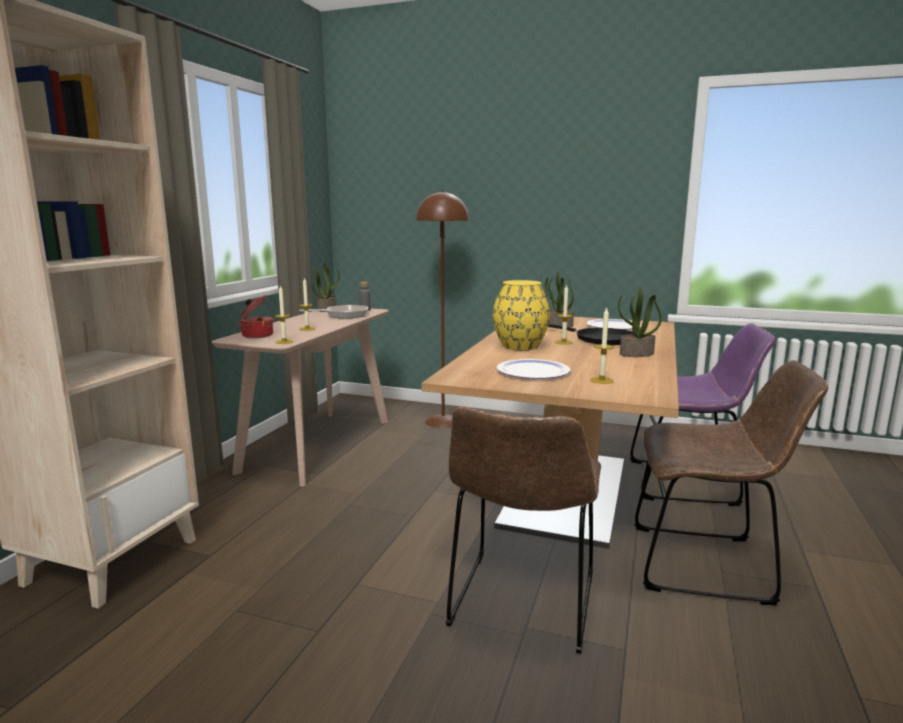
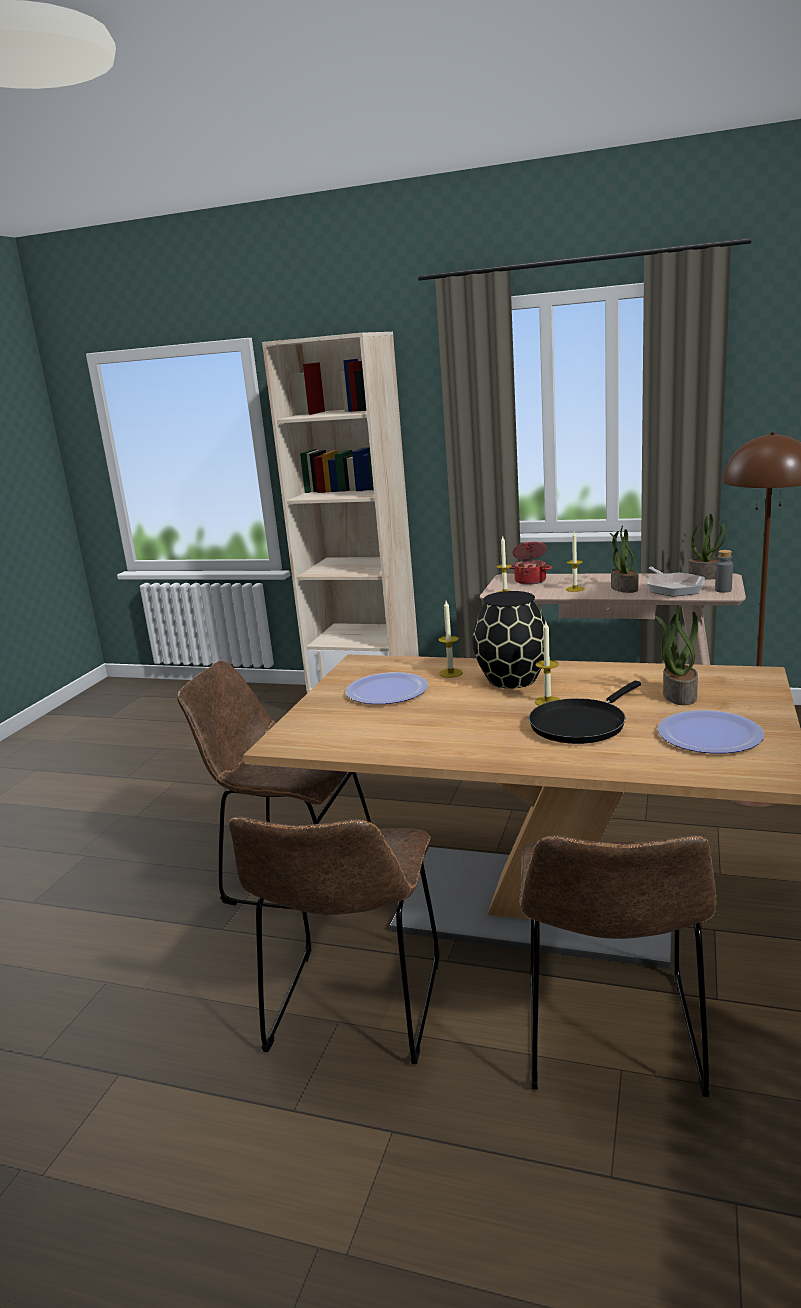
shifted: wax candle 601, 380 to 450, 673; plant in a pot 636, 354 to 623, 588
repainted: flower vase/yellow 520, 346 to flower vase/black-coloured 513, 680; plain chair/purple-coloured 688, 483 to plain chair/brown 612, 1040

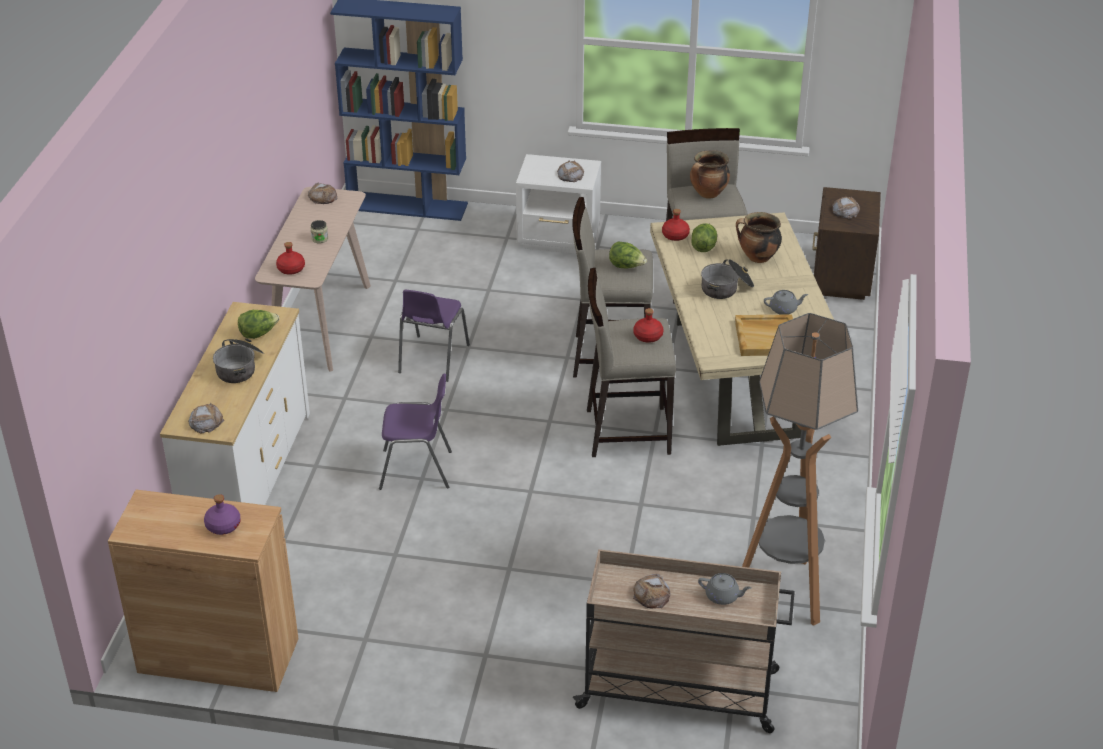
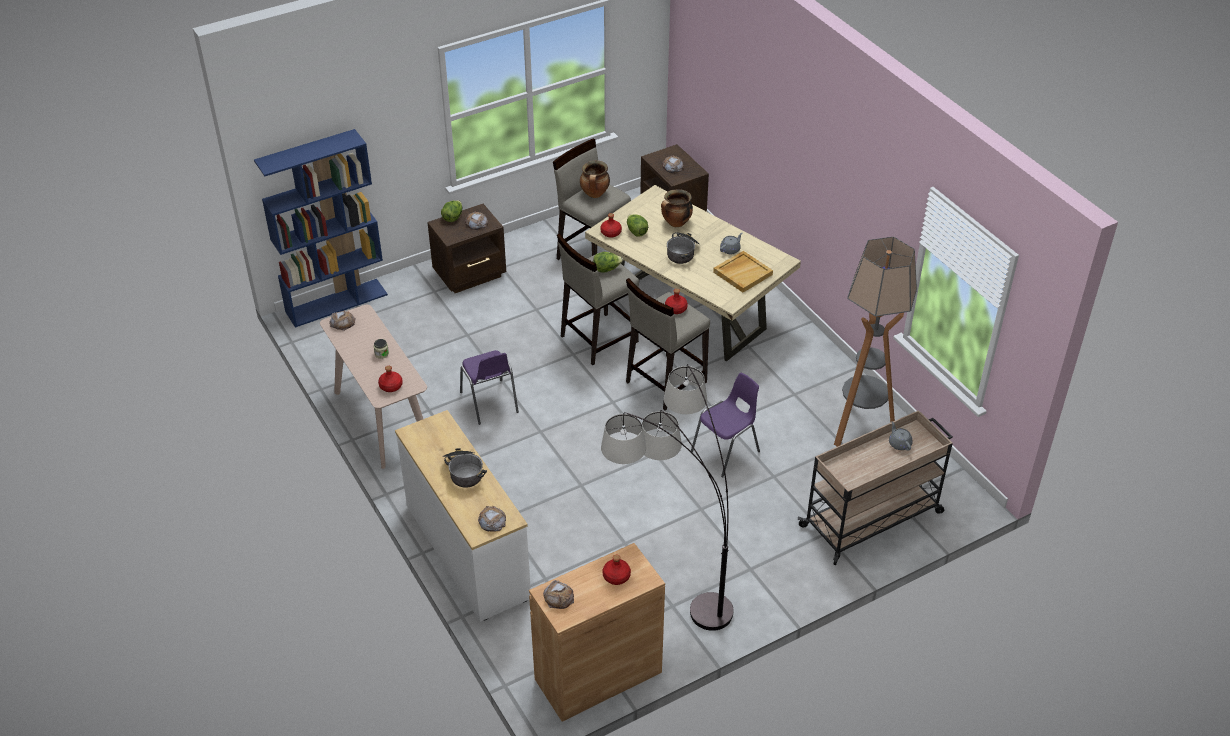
new: standard lamp 670, 584
shifted: head of lettuce 258, 334 to 453, 217; plain chair/purple-coloured 416, 470 to 726, 452; baked bread 652, 595 to 559, 597
repainted: drink bottle/purple-coloured 223, 525 to drink bottle/red 616, 576; nightstand/white 559, 239 to nightstand/brown 471, 275
rotated: teapot/gray 723, 596 = 899, 443 90 degrees counterclockwise

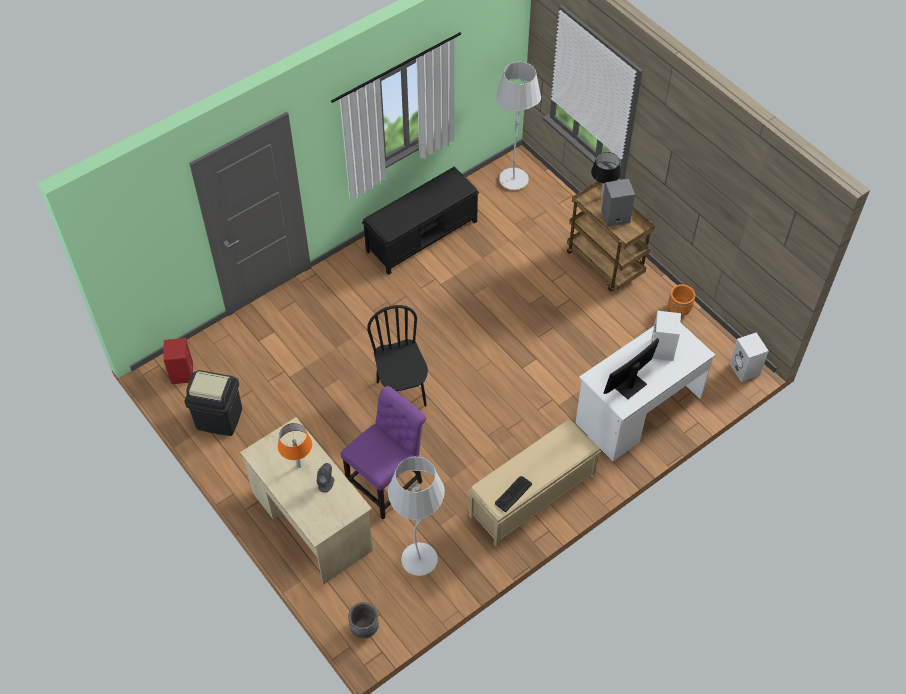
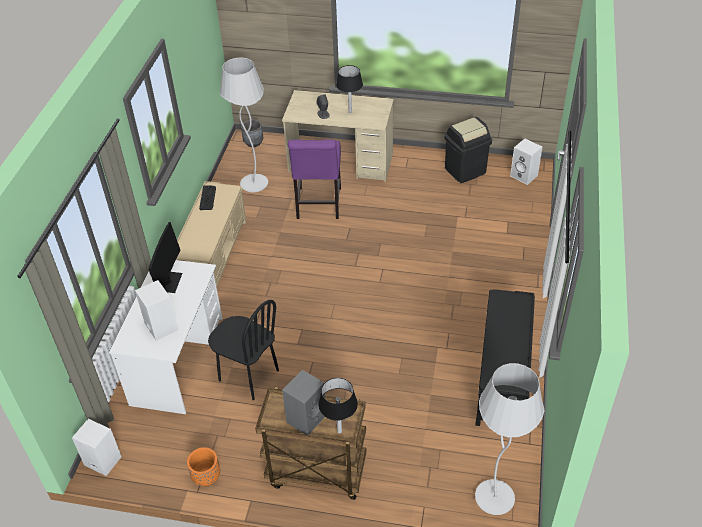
shifted: plain chair/black-coloured 402, 393 to 248, 376
repainted: loudspeaker/red 181, 372 to loudspeaker/white 524, 176; table lamp/orange-coloured 299, 466 to table lamp/black-coloured 350, 112

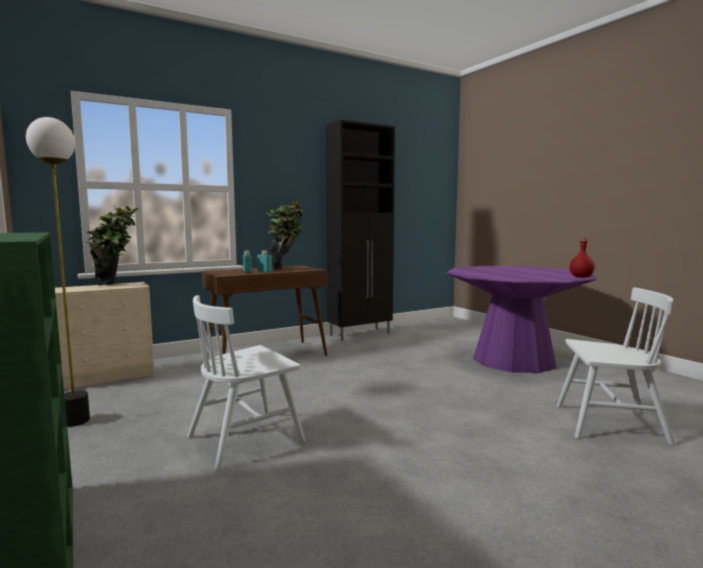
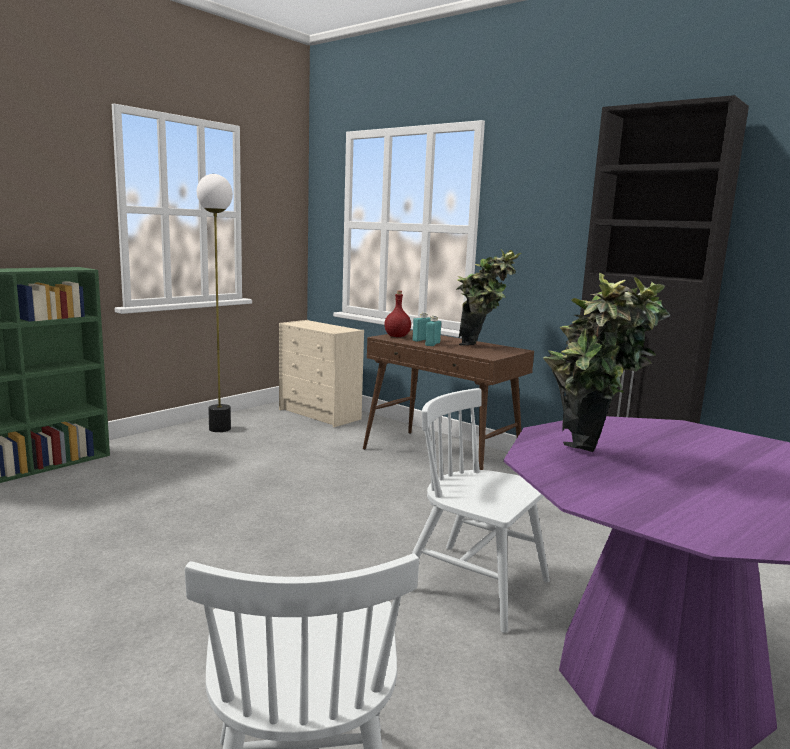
shifted: plant in a pot 116, 285 to 590, 460; plain chair/white 246, 439 to 475, 585; drink bottle/red 581, 277 to 397, 336

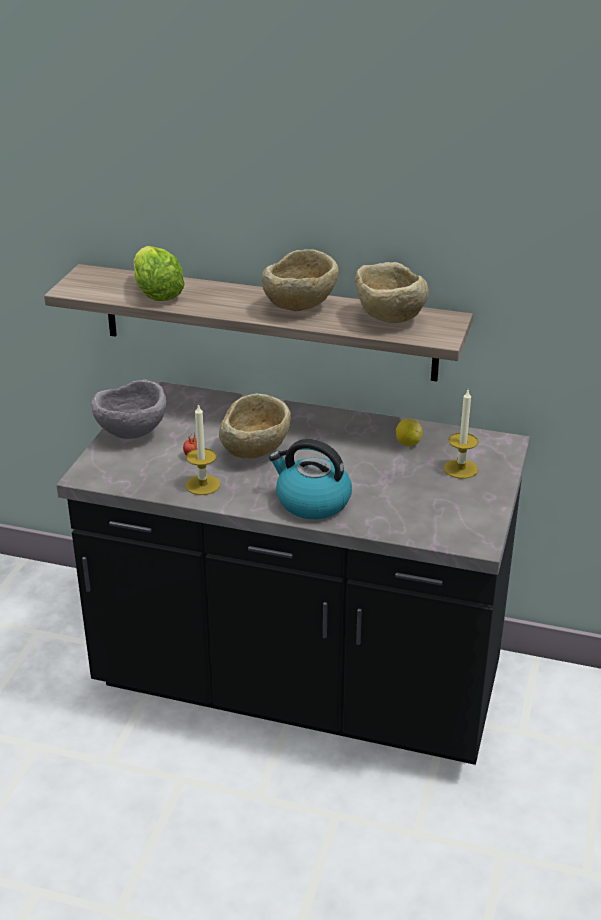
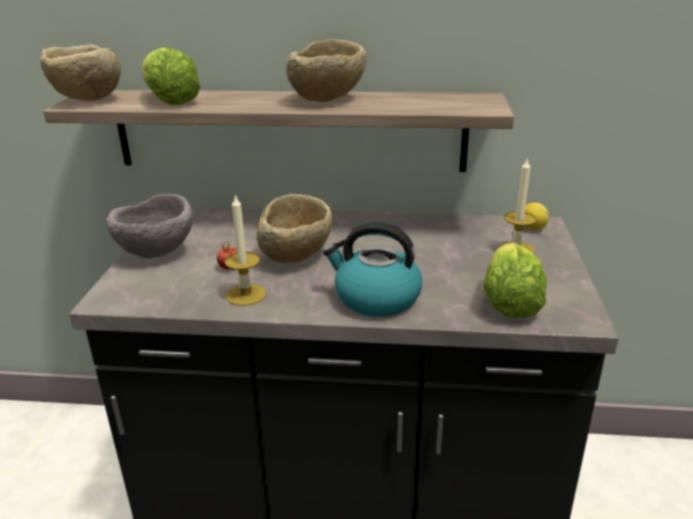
new: head of lettuce 510, 303
shifted: bowl/beige-coloured 388, 320 to 87, 101; whole lemon 408, 443 to 532, 228

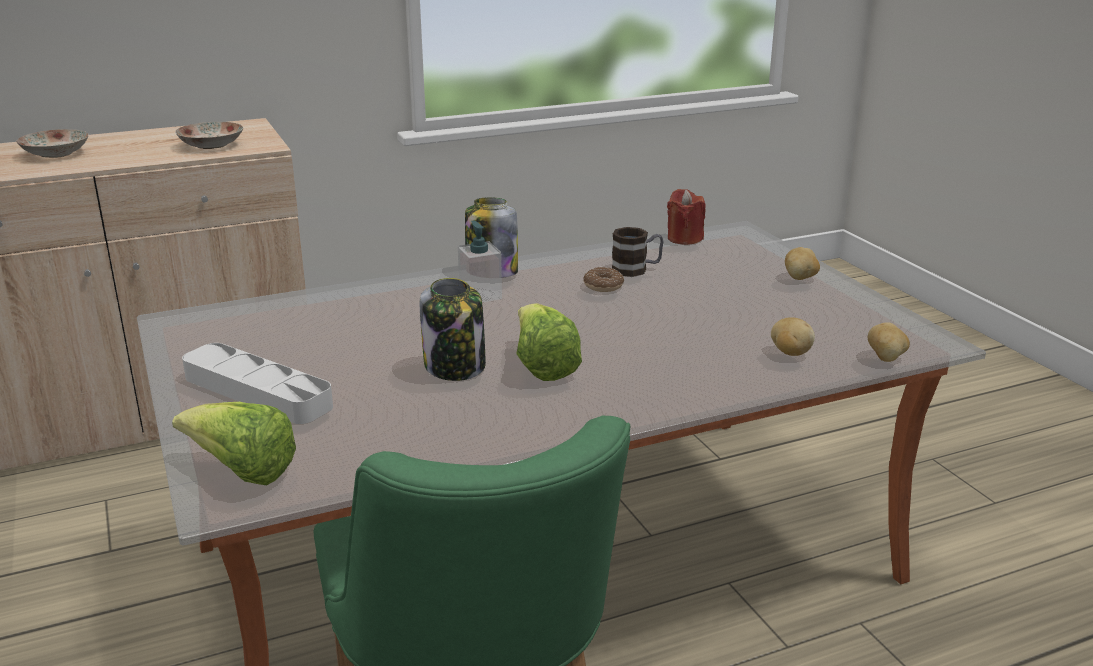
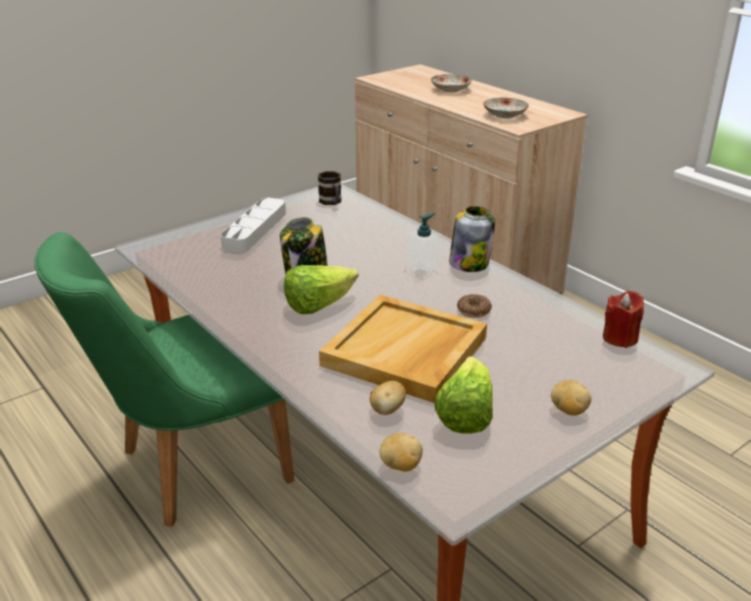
new: tray/beige-coloured 405, 352
shifted: head of lettuce 242, 471 to 465, 415; coffee mug 636, 269 to 332, 202

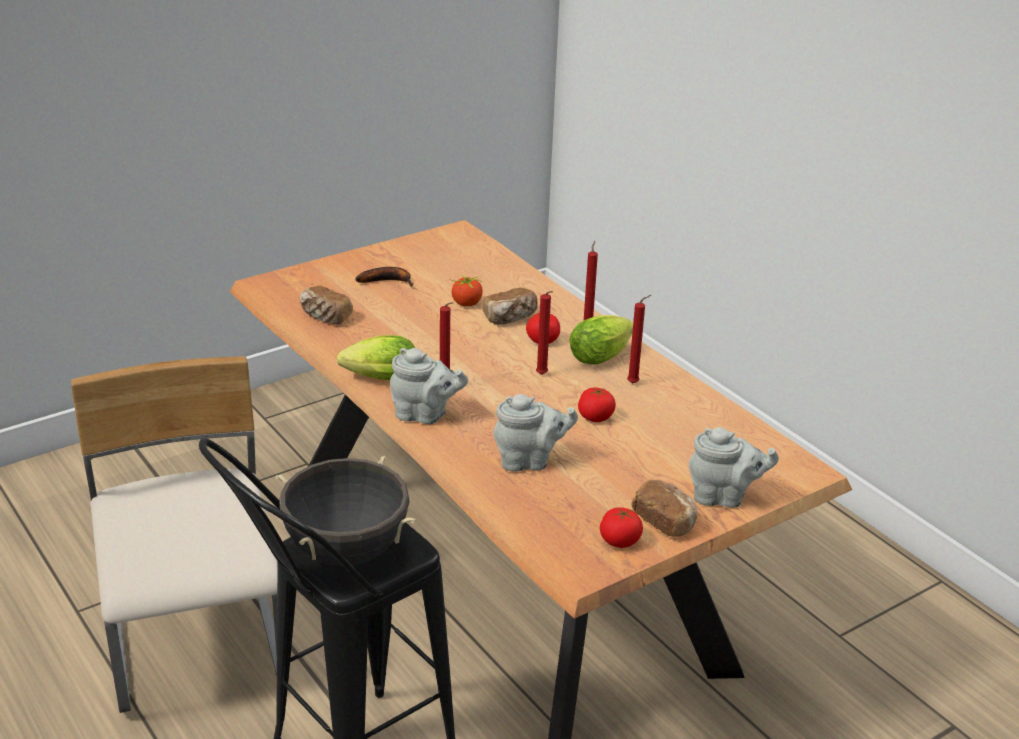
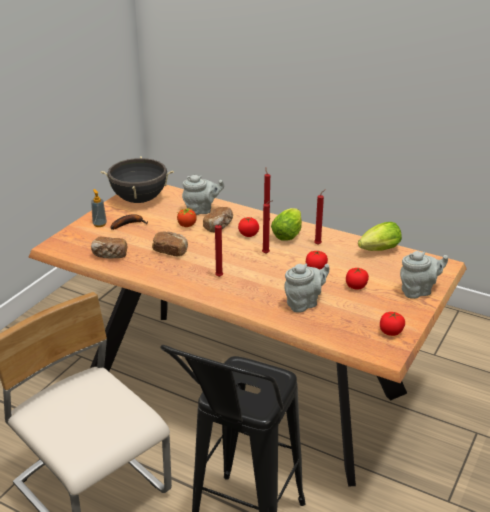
new: liquid soap bottle 99, 224; tomato 356, 286
shifted: stockpot/black-coloured 346, 551 to 139, 199; head of lettuce 377, 379 to 377, 251; teapot/gray 425, 415 to 201, 210; baked bread 664, 521 to 170, 251

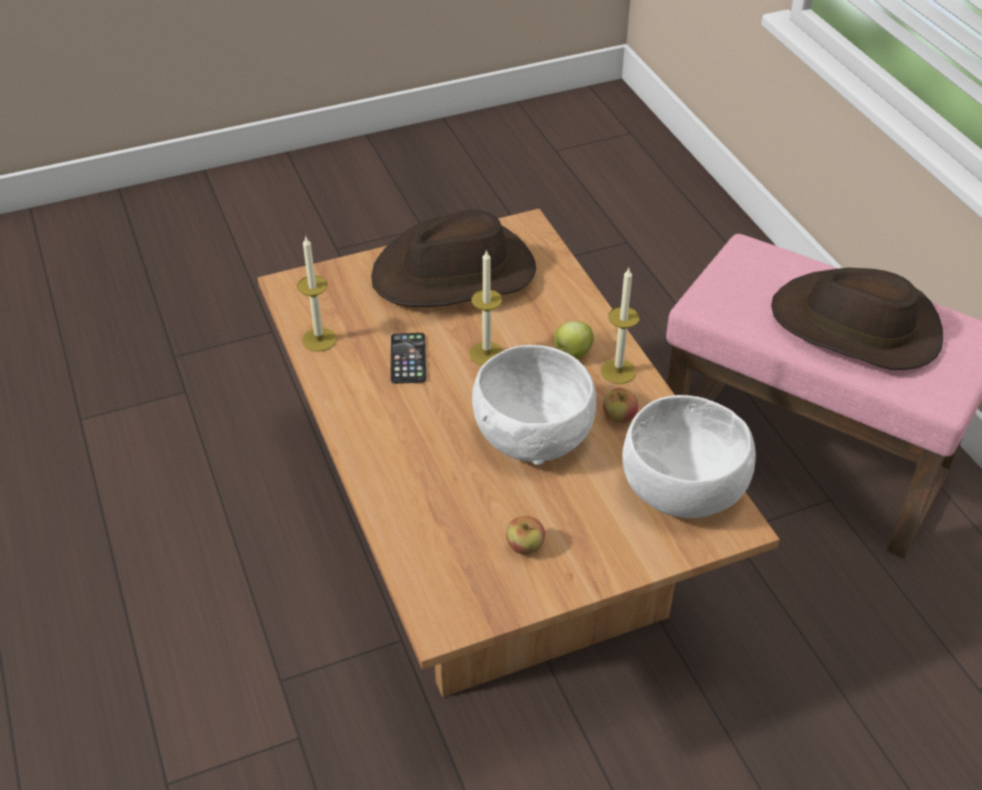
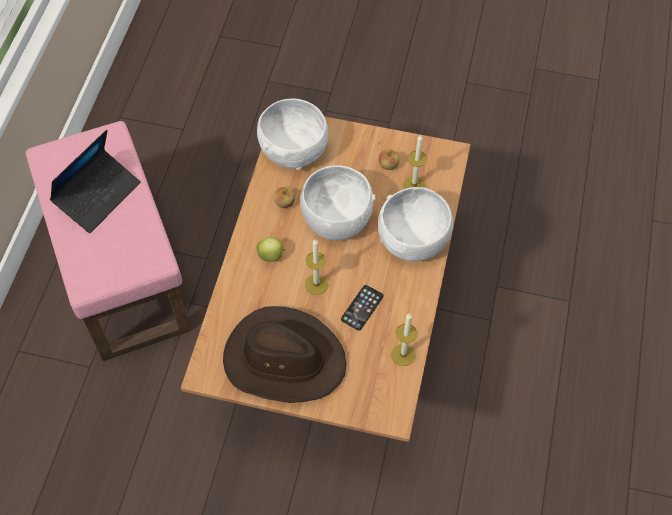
new: bowl/white 414, 239
shifted: wax candle 618, 371 to 414, 185
swapped: wearable hat/brown 856, 327 to laptop 98, 195

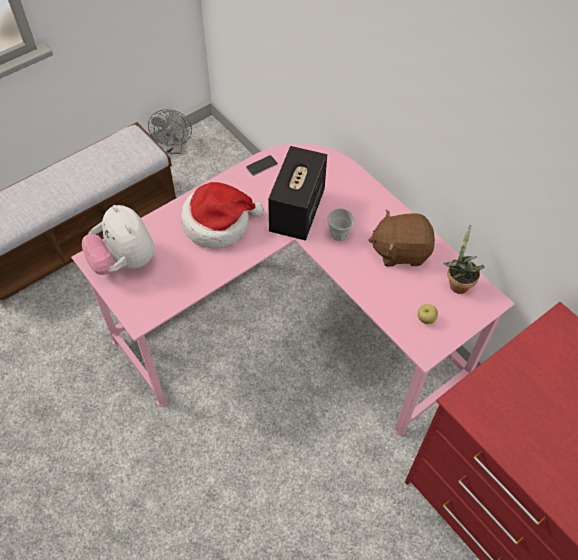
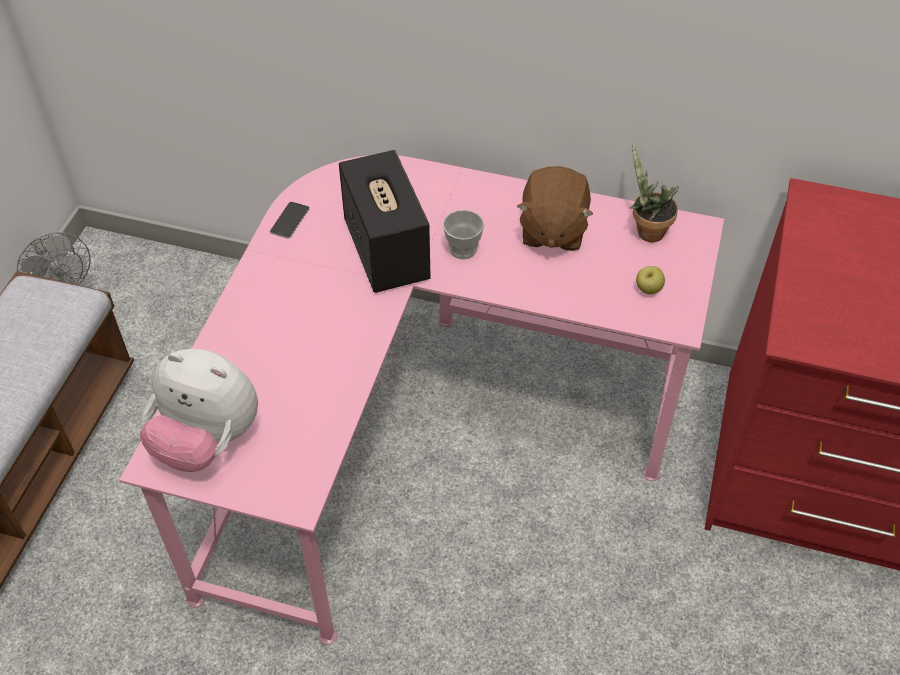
gone: wearable hat 218, 223
rotated: cuddly toy/brown 400, 251 = 552, 230 45 degrees counterclockwise

